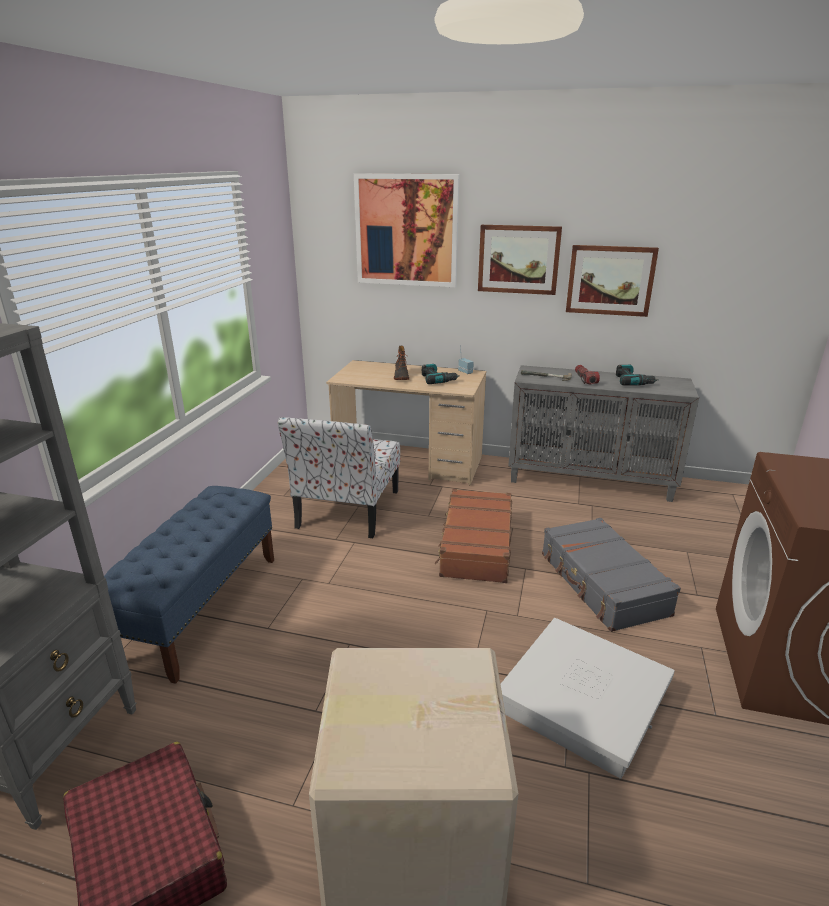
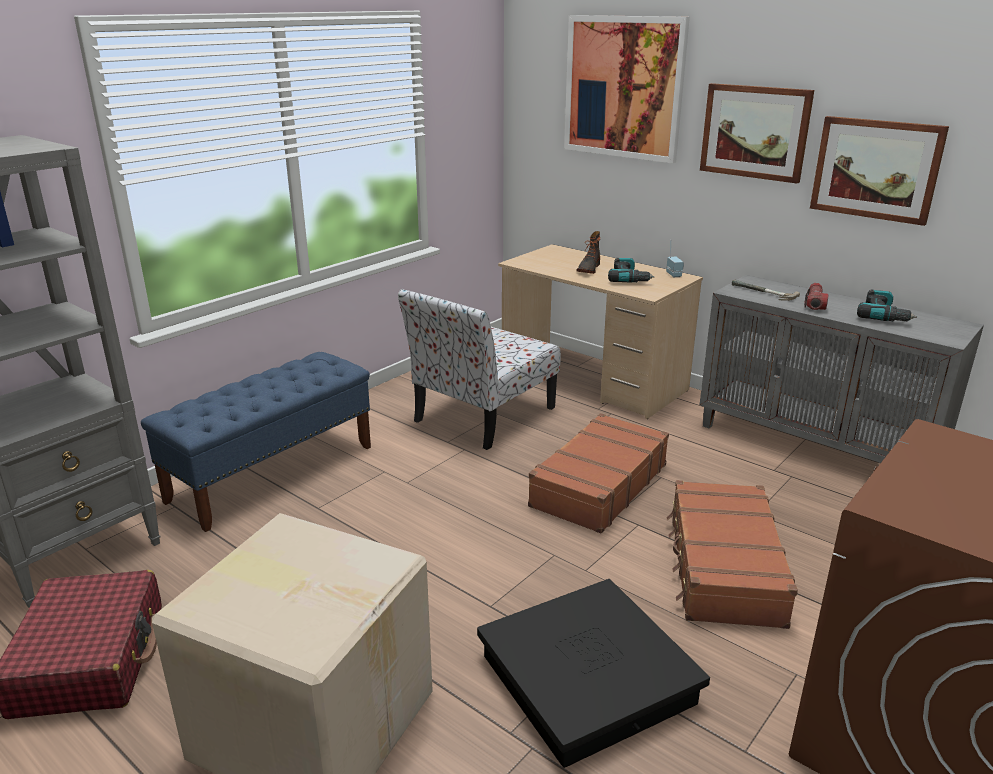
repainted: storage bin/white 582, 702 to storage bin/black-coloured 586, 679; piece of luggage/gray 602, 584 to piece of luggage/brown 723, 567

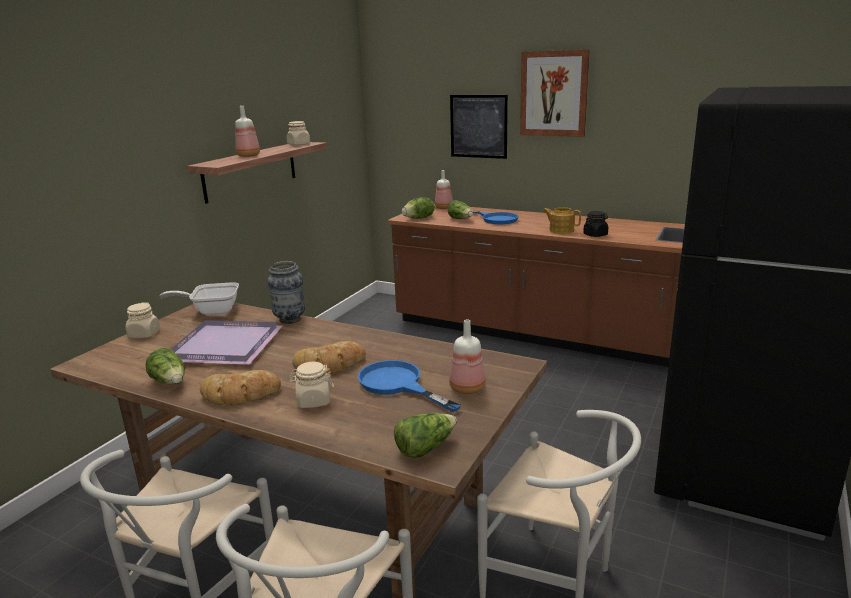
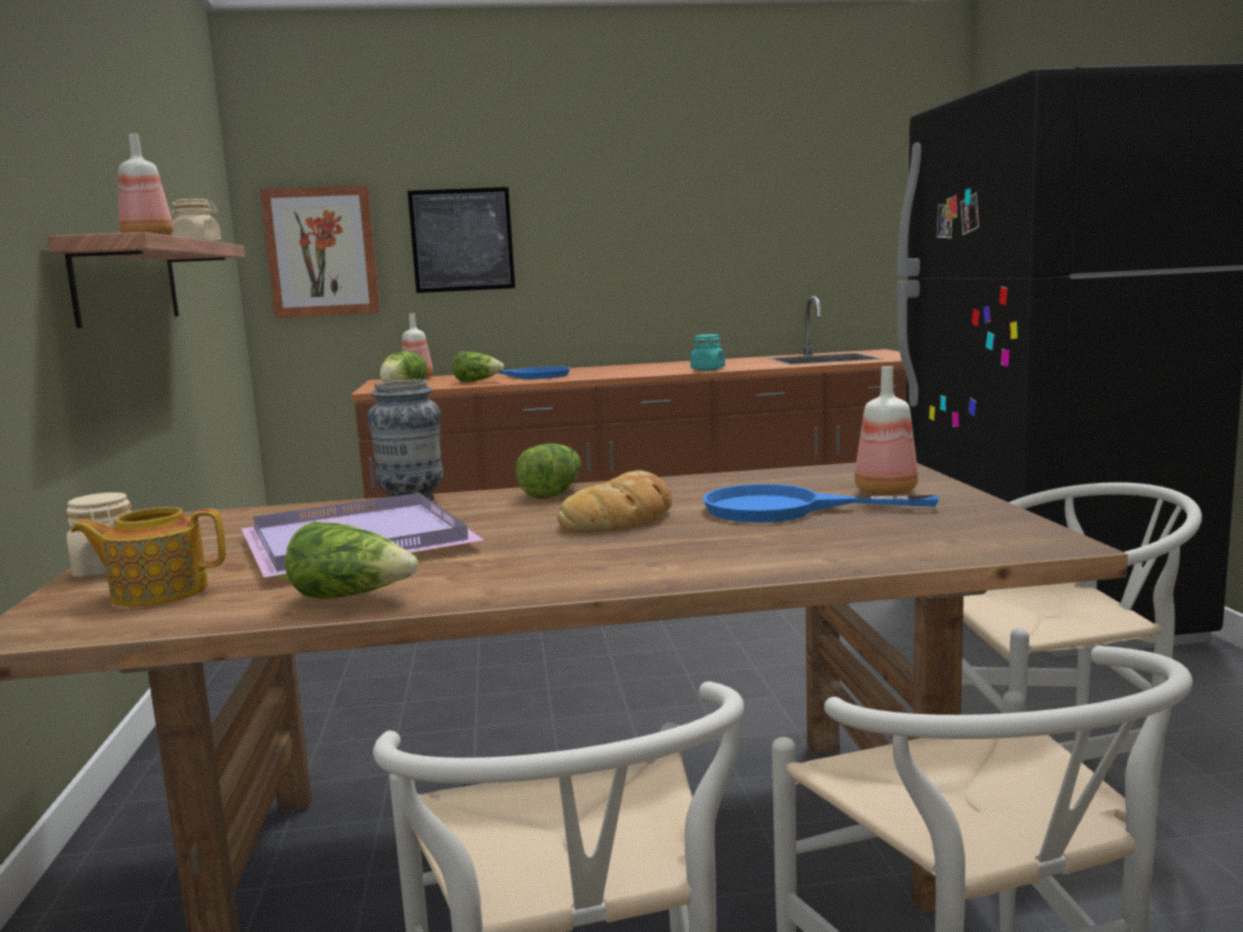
gone: frying pan 212, 311; baked bread 240, 394; preserve jar/beige-coloured 313, 401
shifted: head of lettuce 425, 447 to 552, 492; wall picture 554, 94 to 322, 252; teapot 561, 230 to 158, 592
repainted: preserve jar/black-coloured 595, 235 to preserve jar/turquoise-coloured 708, 369

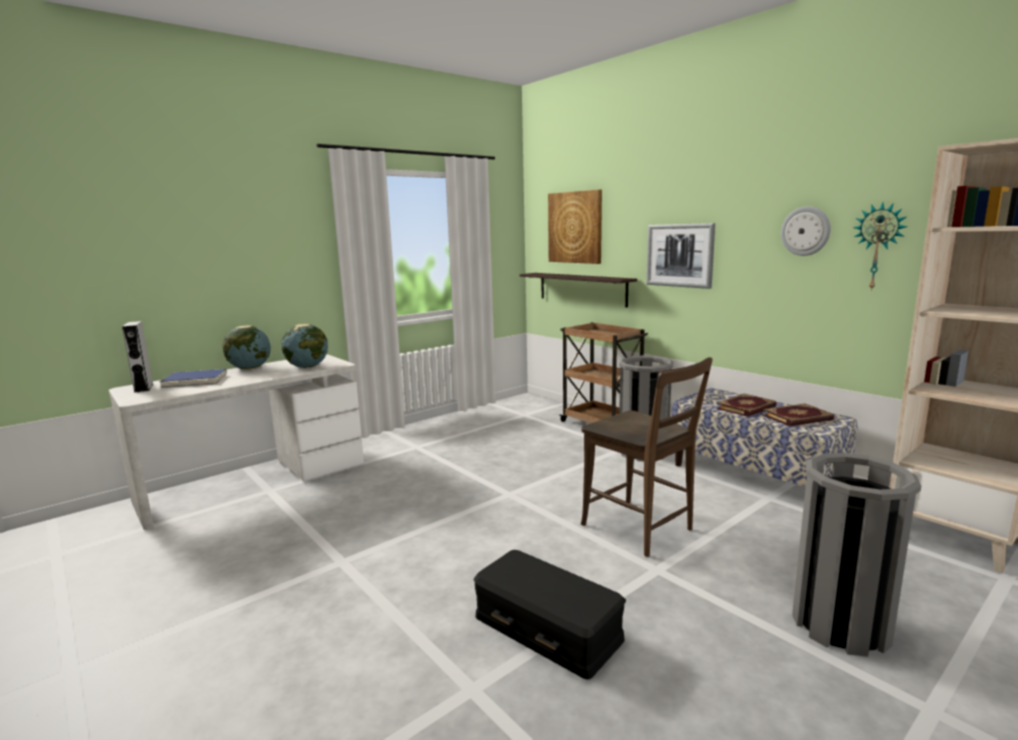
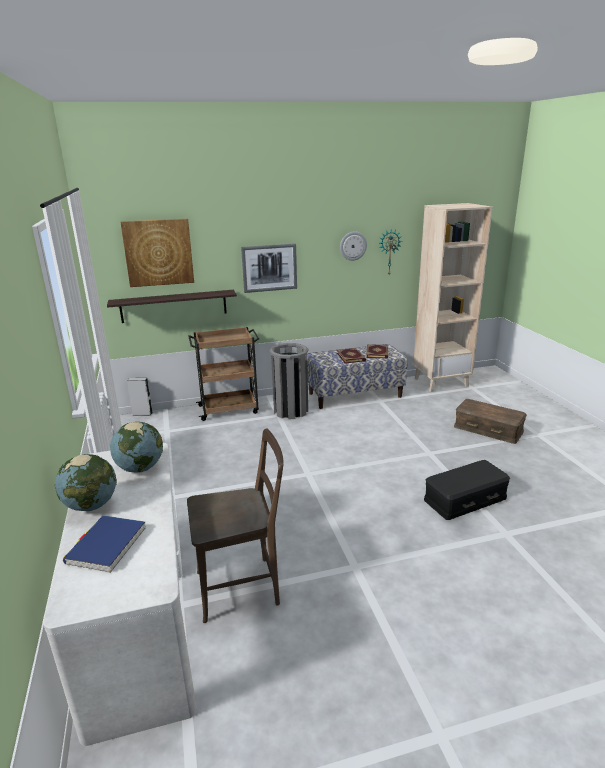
shifted: loudspeaker/gray 144, 388 to 142, 414; plain chair/brown 641, 529 to 243, 587
swapped: waste bin/gray 841, 624 to storage bin/brown 488, 429

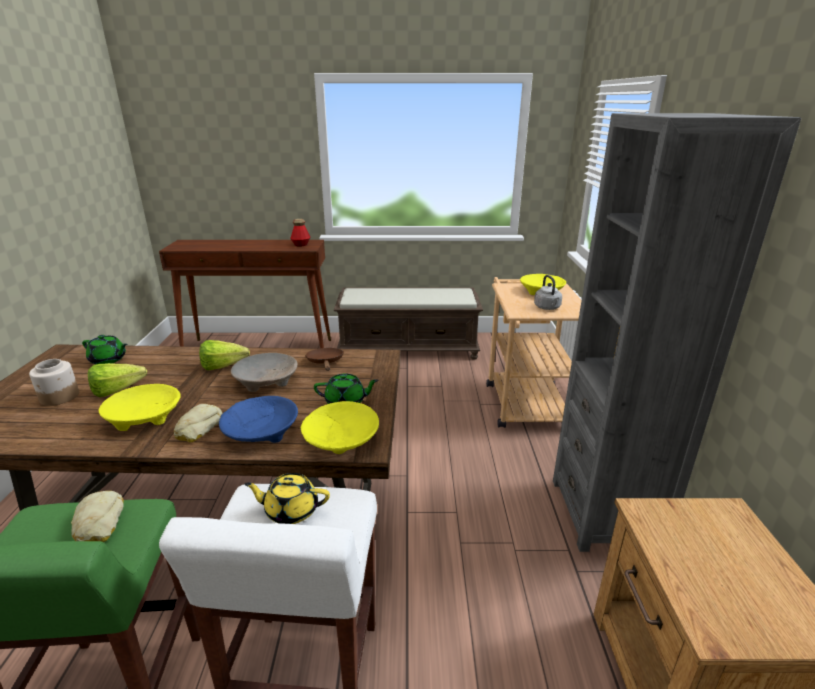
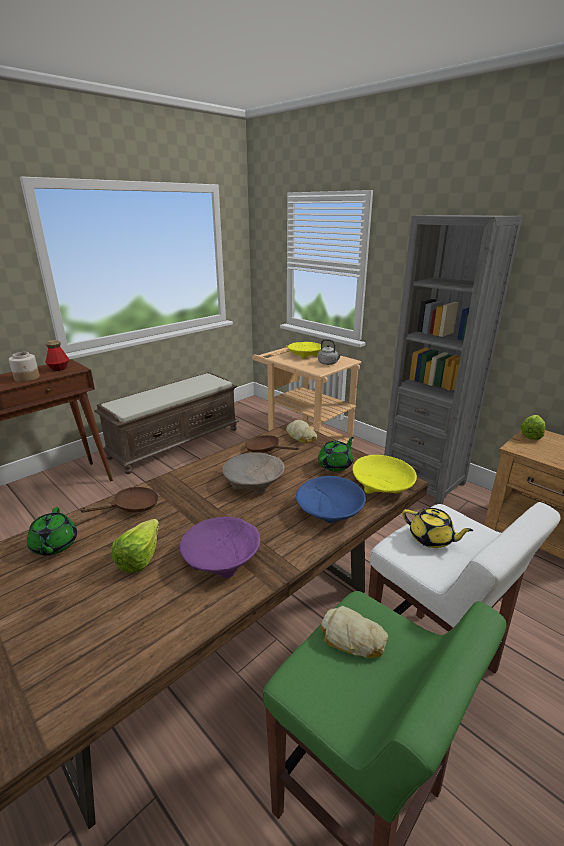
new: frying pan/brown 132, 507
shifted: preserve jar 59, 397 to 27, 378; baked bread 197, 428 to 301, 436; head of lettuce 227, 366 to 532, 434
repainted: bowl/yellow 144, 417 to bowl/purple-coloured 220, 557
rotated: teapot/greenish 108, 360 = 54, 545 105 degrees clockwise; teapot/yellow 291, 510 = 431, 538 105 degrees counterclockwise

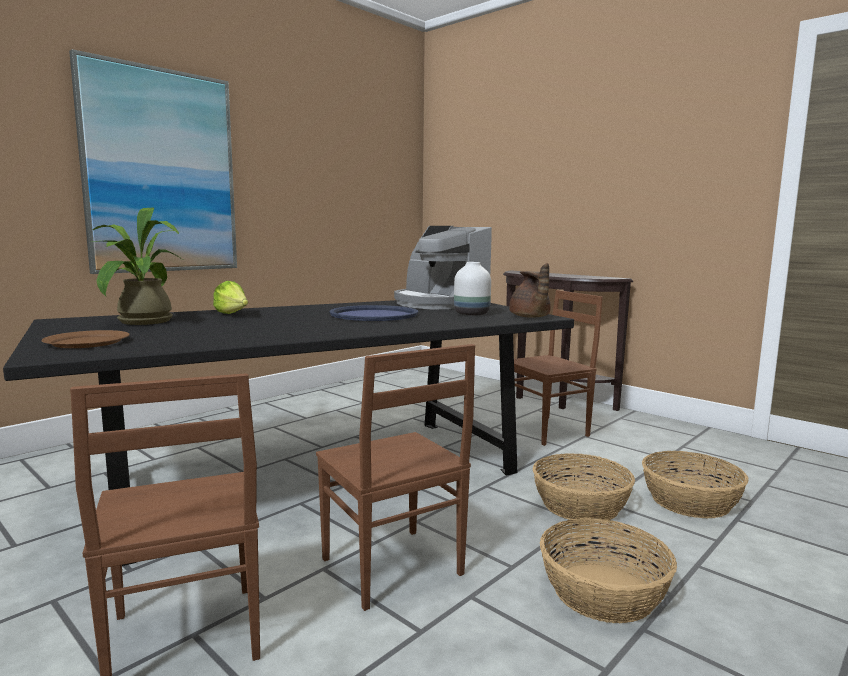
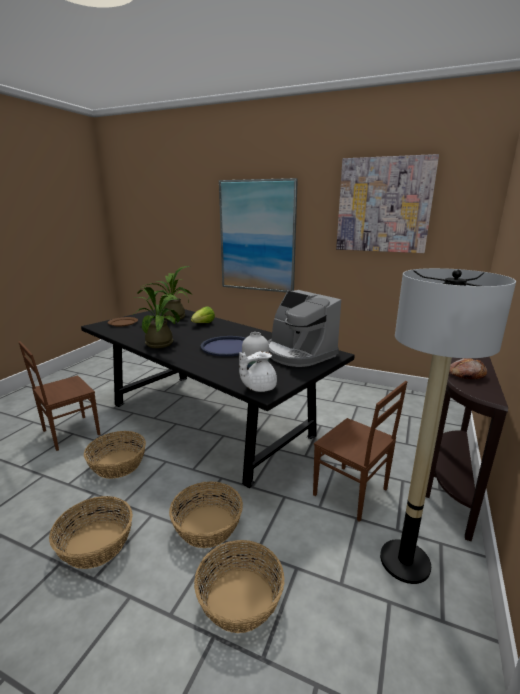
new: plant in a pot 162, 343; wall picture 384, 205; standard lamp 405, 562; baked bread 465, 375
swapped: plain chair/brown 391, 568 to storage basket 117, 464
repainted: teapot/brown 530, 317 to teapot/white 258, 388
rotated: coffee machine 438, 304 = 298, 354 75 degrees counterclockwise

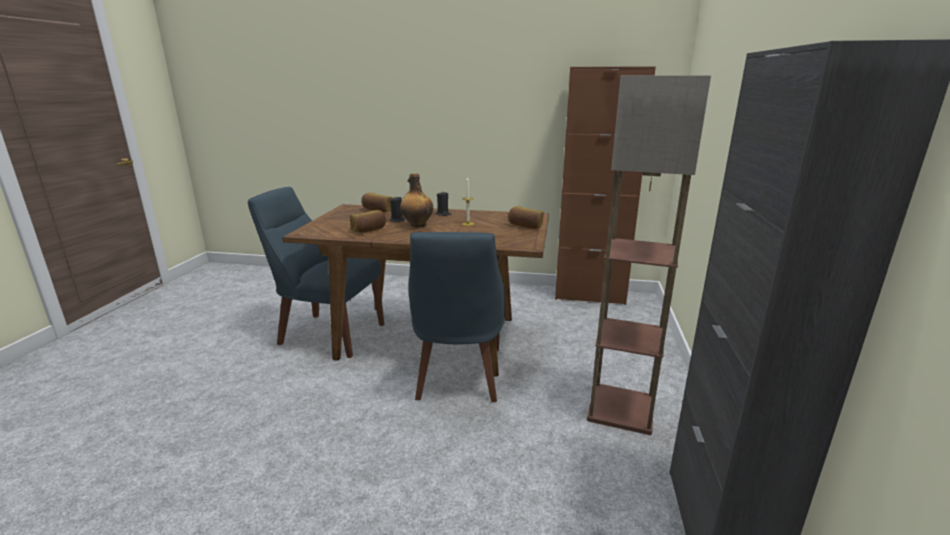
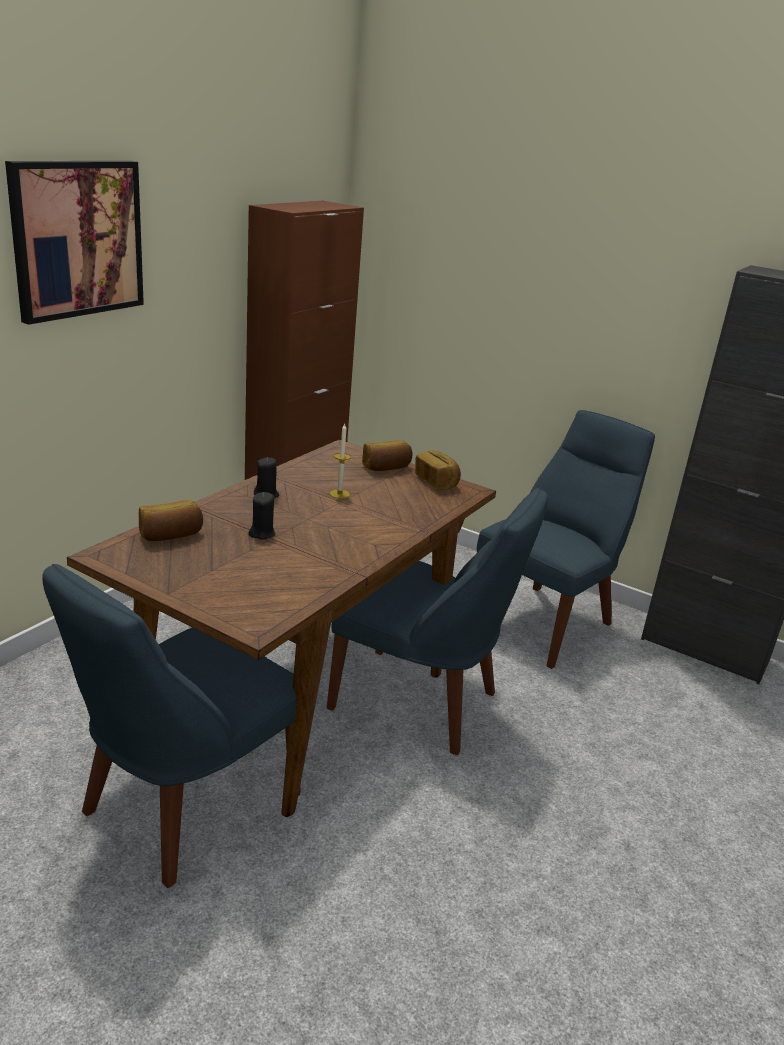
gone: drink bottle 417, 225
new: wall picture 77, 239
shifted: baked bread 369, 230 to 437, 482
swapped: standard lamp 622, 410 to plain chair/bluish 546, 622

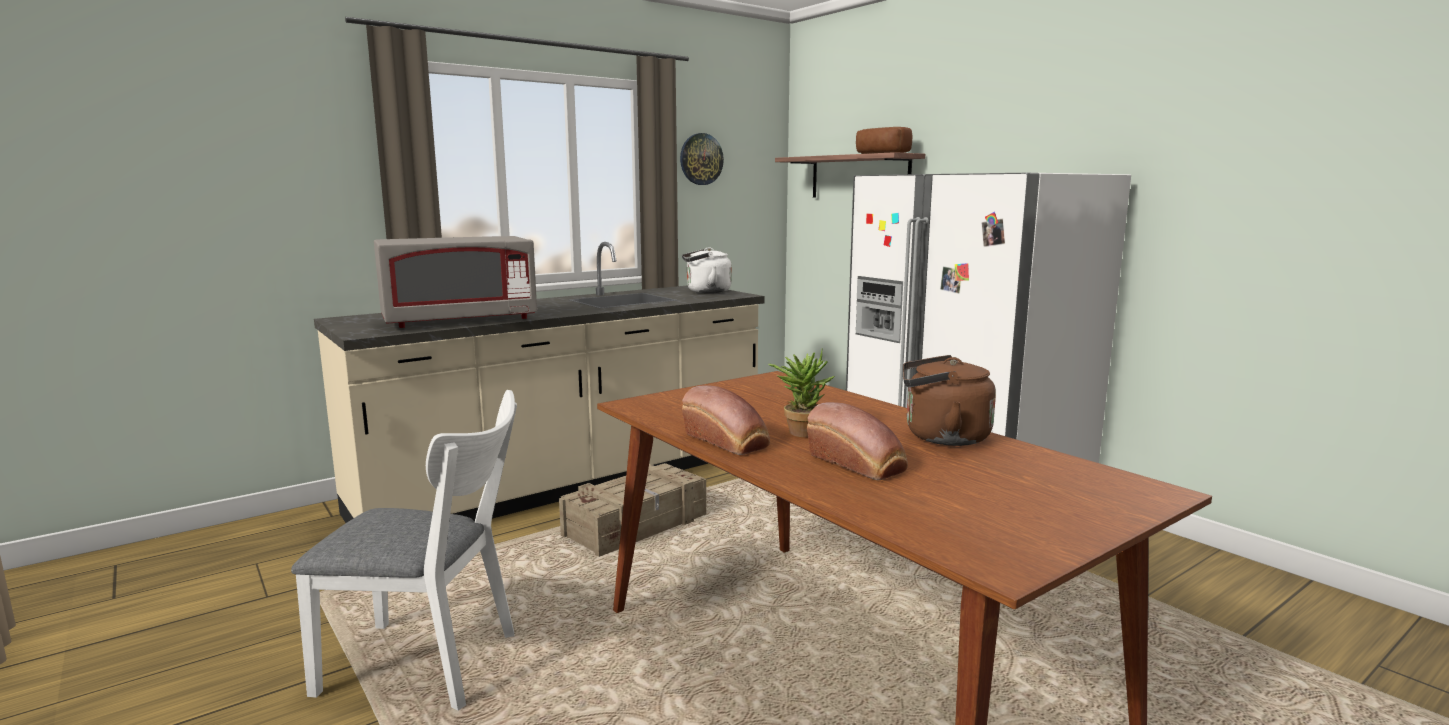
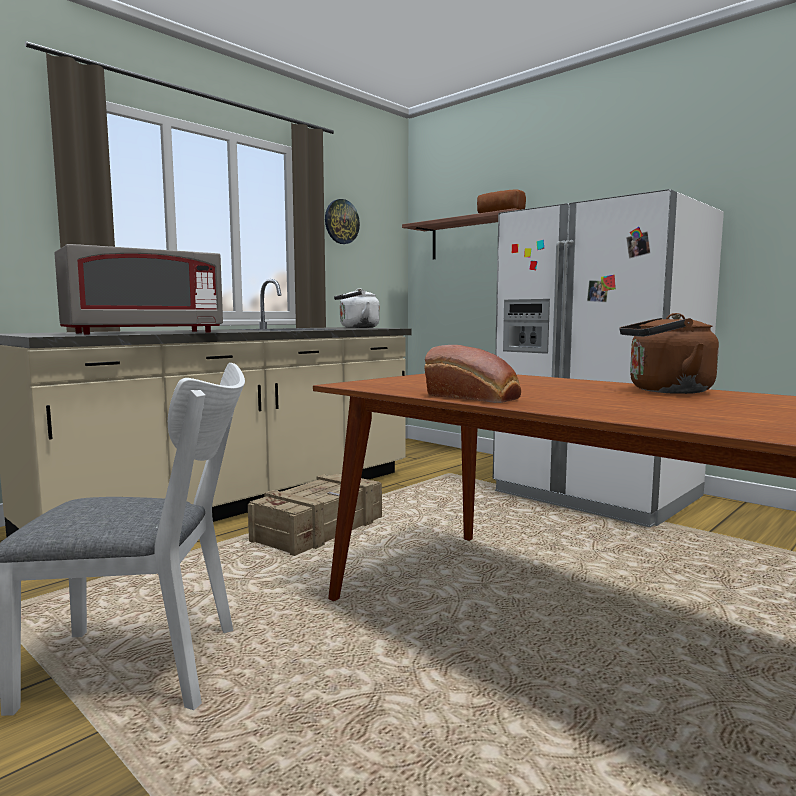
gone: plant in a pot 800, 431; baked bread 859, 464

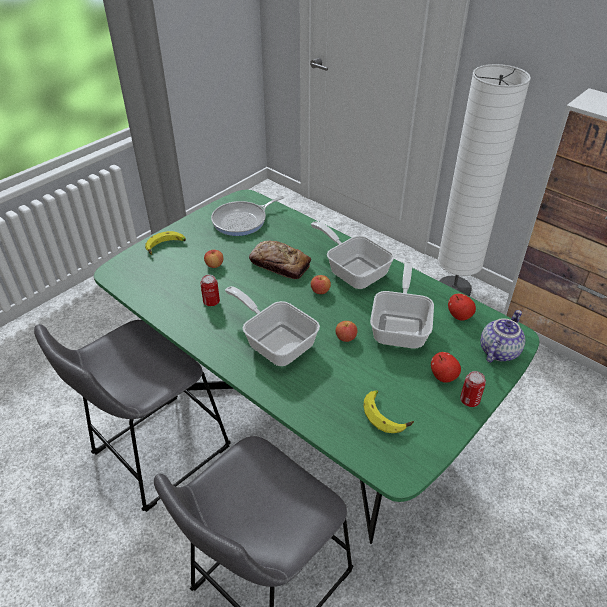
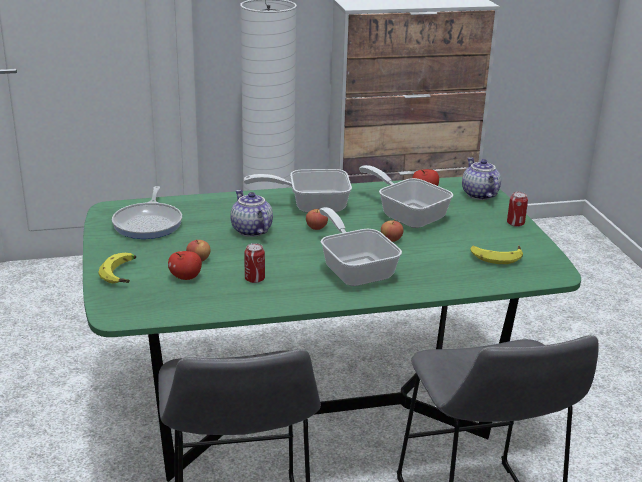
shifted: apple 443, 376 to 186, 277
swapped: baked bread 280, 264 to teapot 250, 230
rotated: frying pan 275, 341 = 355, 269 75 degrees clockwise

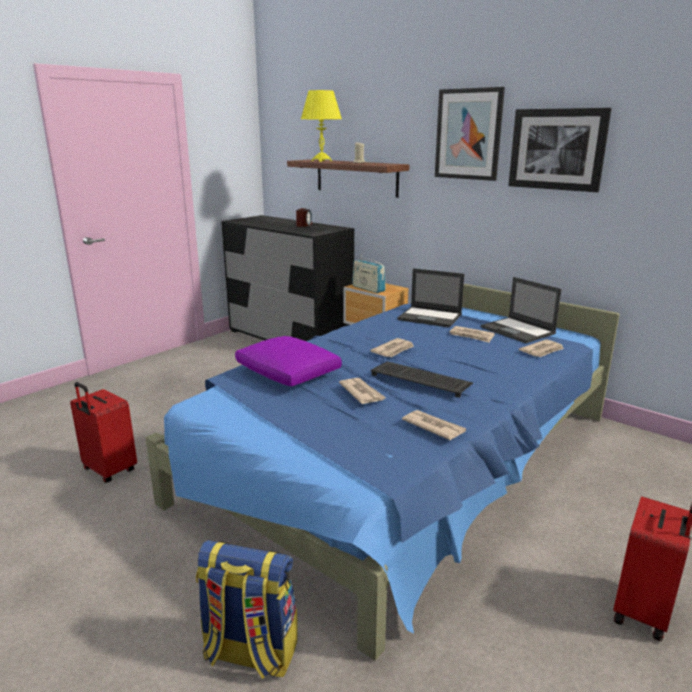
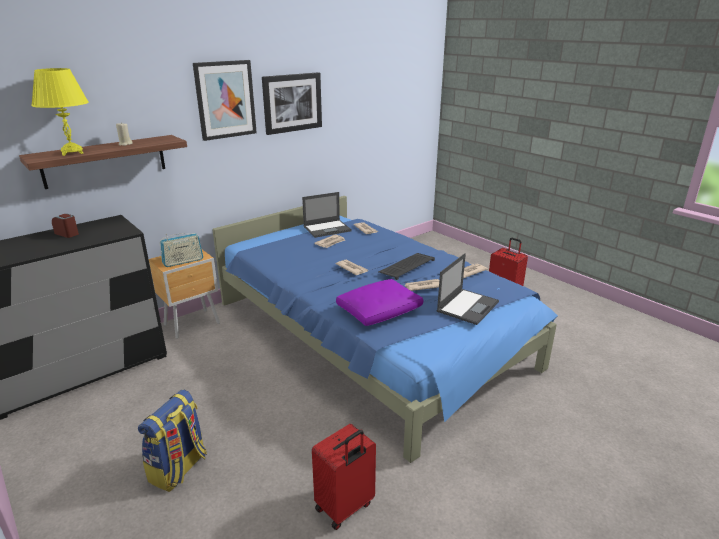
shifted: backpack 249, 653 to 179, 469; laptop 430, 317 to 468, 306

